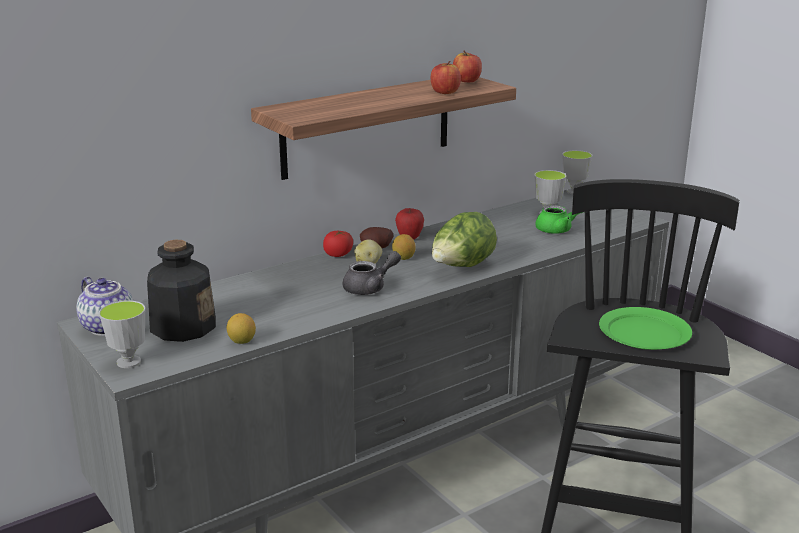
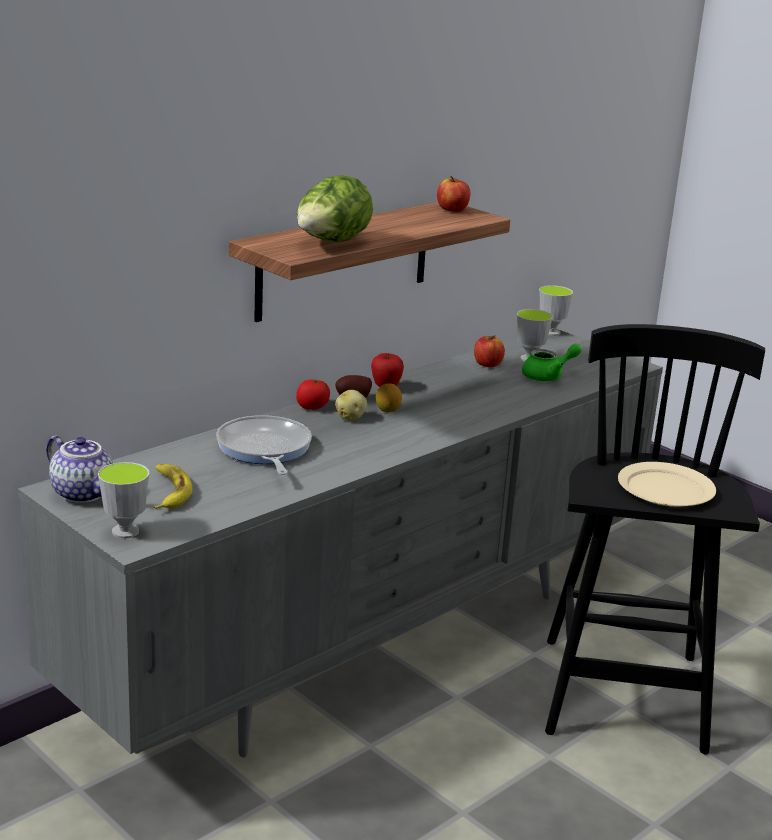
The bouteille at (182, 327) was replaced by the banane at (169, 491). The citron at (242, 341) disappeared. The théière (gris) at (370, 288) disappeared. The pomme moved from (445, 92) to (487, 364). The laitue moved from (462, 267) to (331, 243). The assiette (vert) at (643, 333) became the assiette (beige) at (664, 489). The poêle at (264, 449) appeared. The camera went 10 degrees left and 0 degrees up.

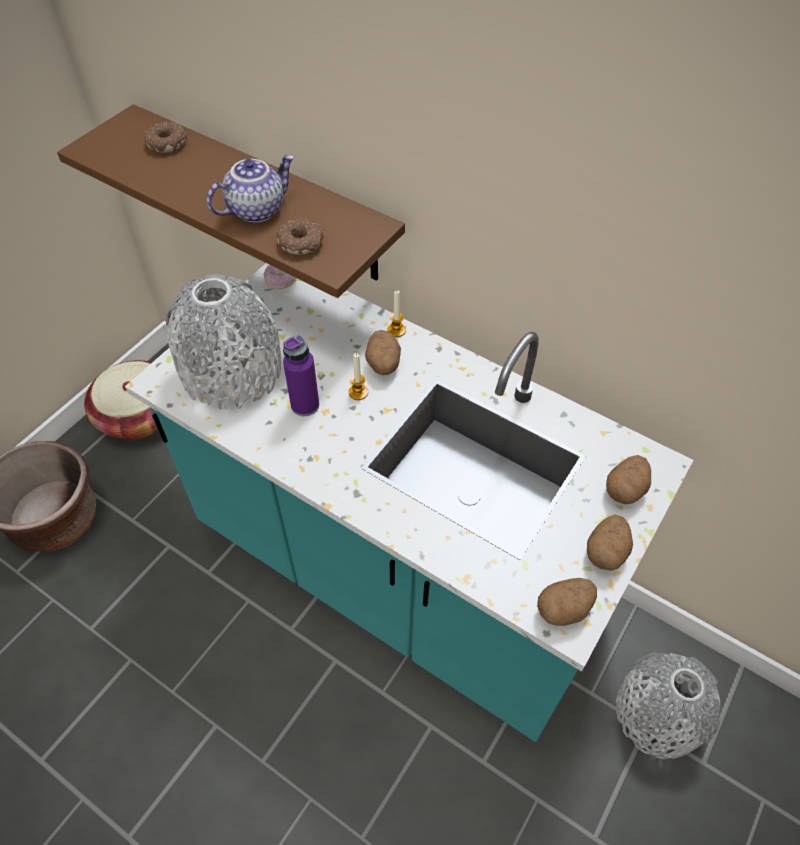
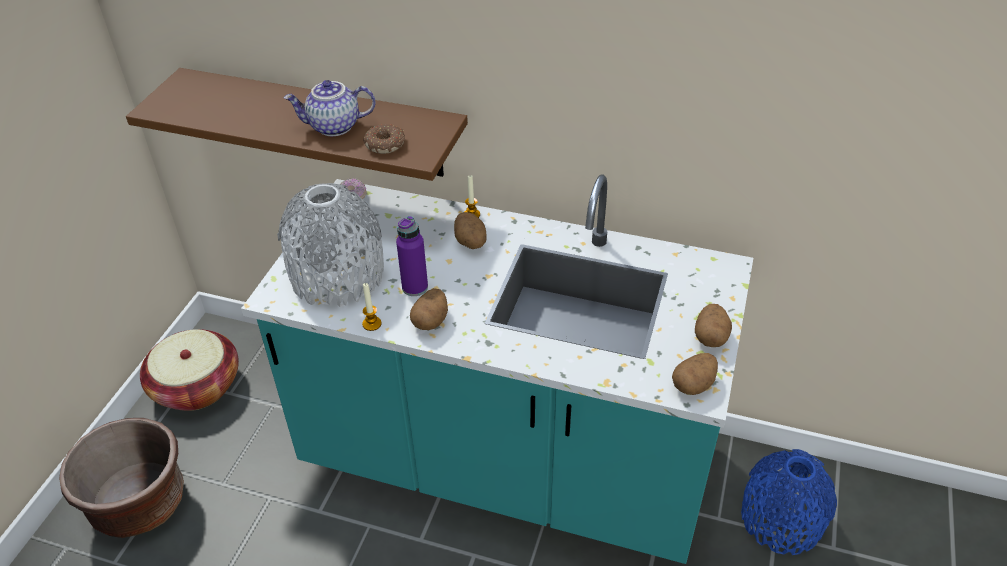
The beignet at (167, 143) disappeared. The théière at (256, 209) turned 135 degrees counterclockwise. The bougie moved from (358, 392) to (372, 324). The pomme de terre moved from (625, 489) to (430, 320). The vase (gris) at (658, 714) became the vase (bleu) at (781, 519). The camera went 15 degrees left and 10 degrees down.

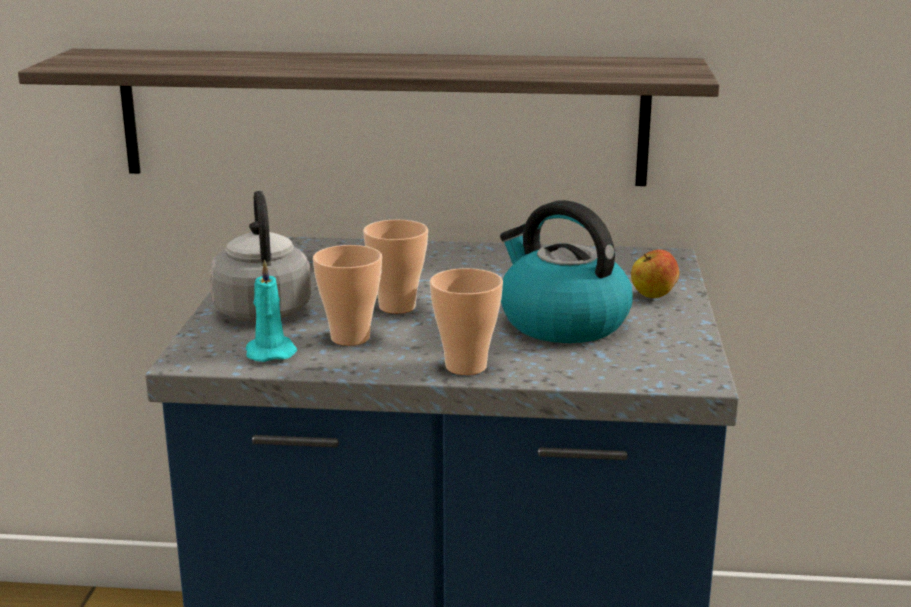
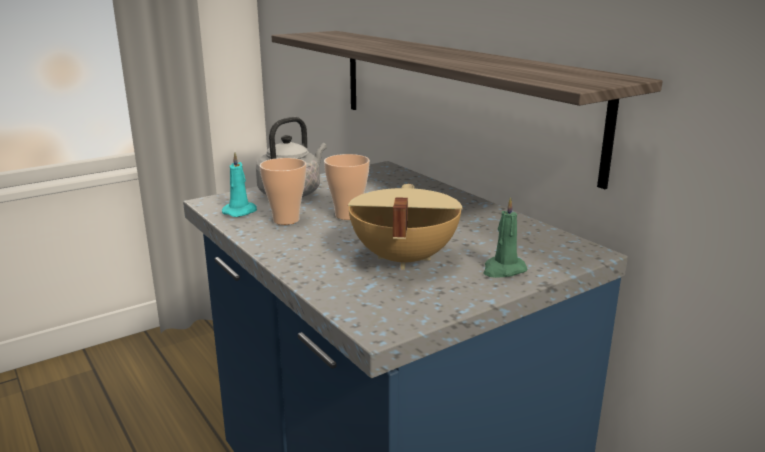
The tasse at (466, 366) disappeared. The bouilloire at (561, 322) was replaced by the marmite (beige) at (401, 259). The pomme at (653, 295) was replaced by the bougie (vert) at (503, 270). The camera went 50 degrees right and 0 degrees up.

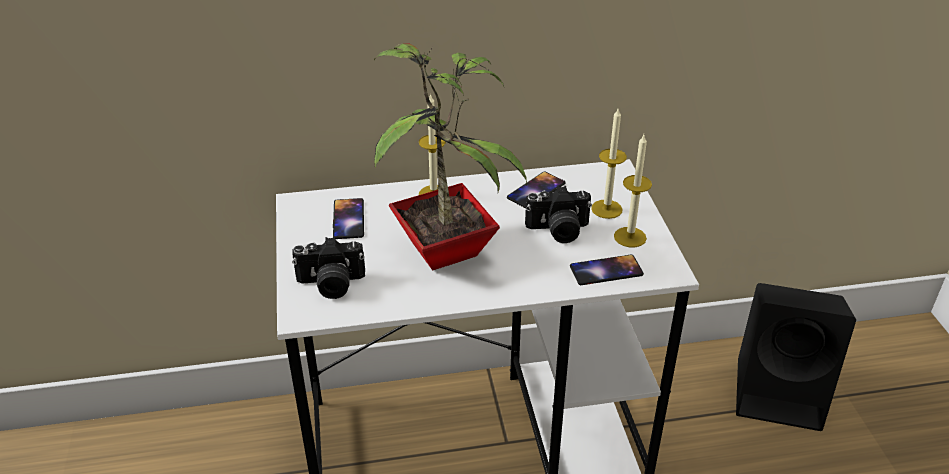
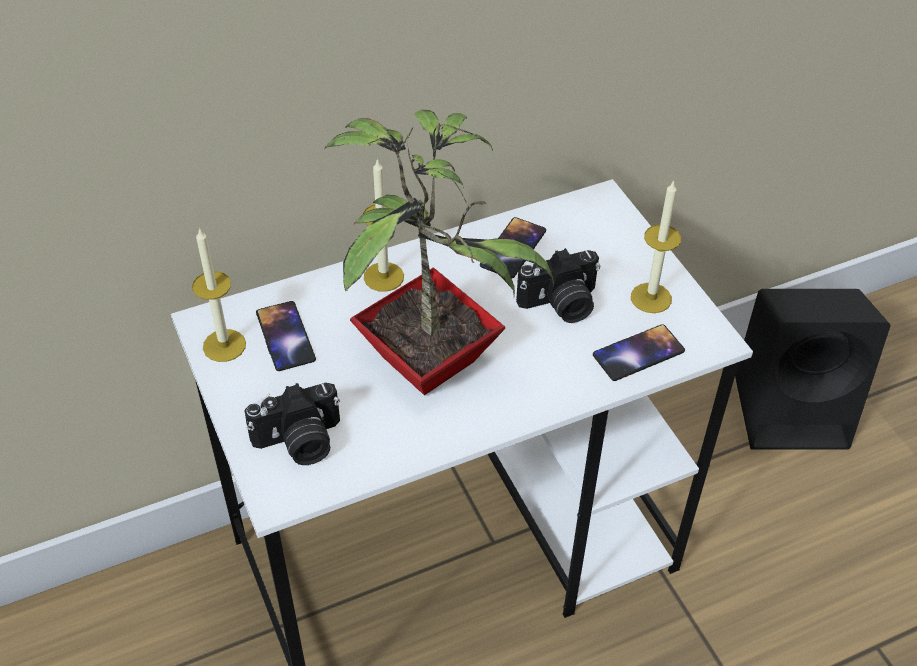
The bougie moved from (606, 209) to (224, 345). The camera went 15 degrees left and 10 degrees up.

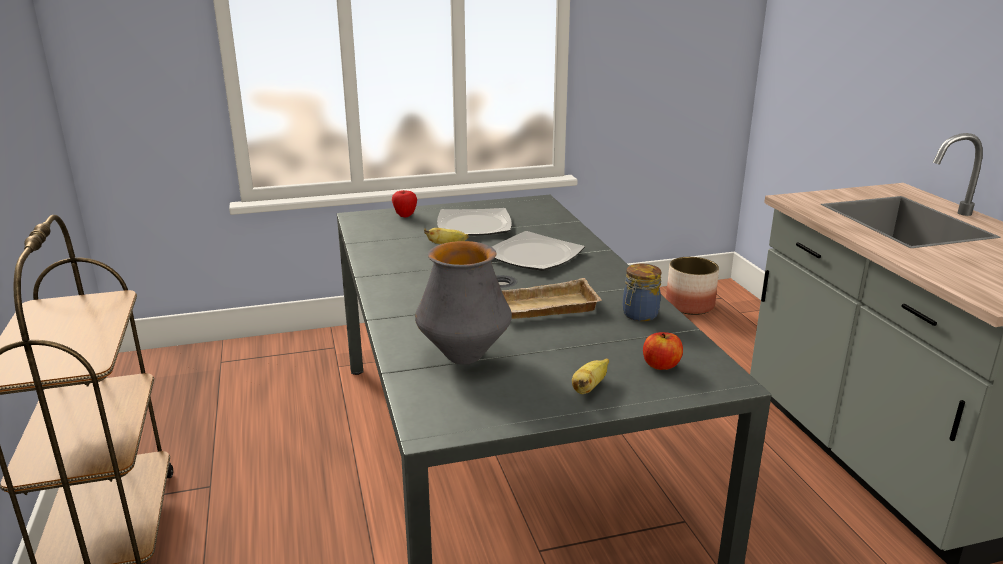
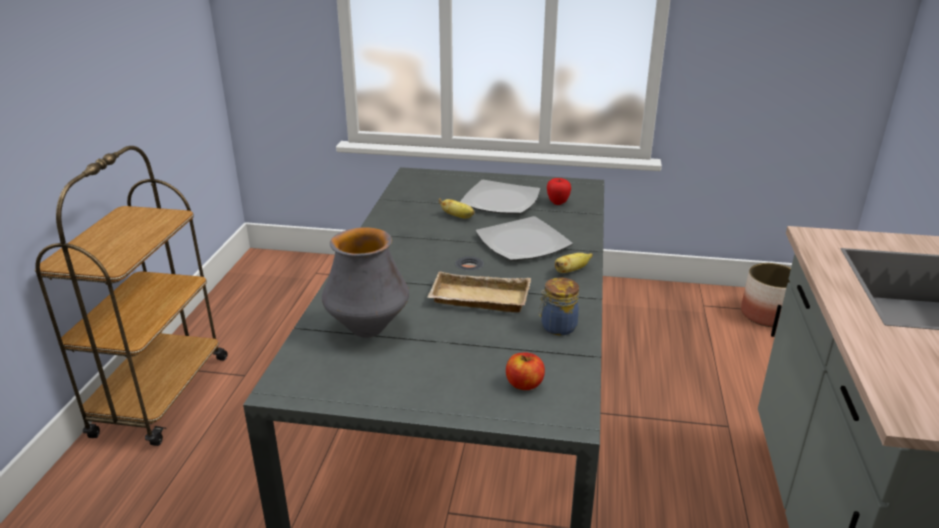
The pomme moved from (405, 215) to (557, 203). The banane moved from (589, 388) to (571, 271). The camera went 25 degrees right and 5 degrees up.

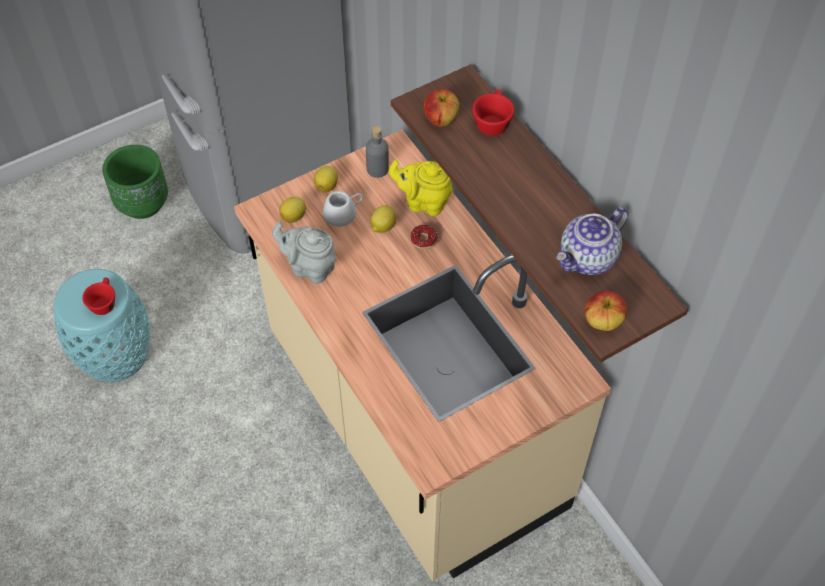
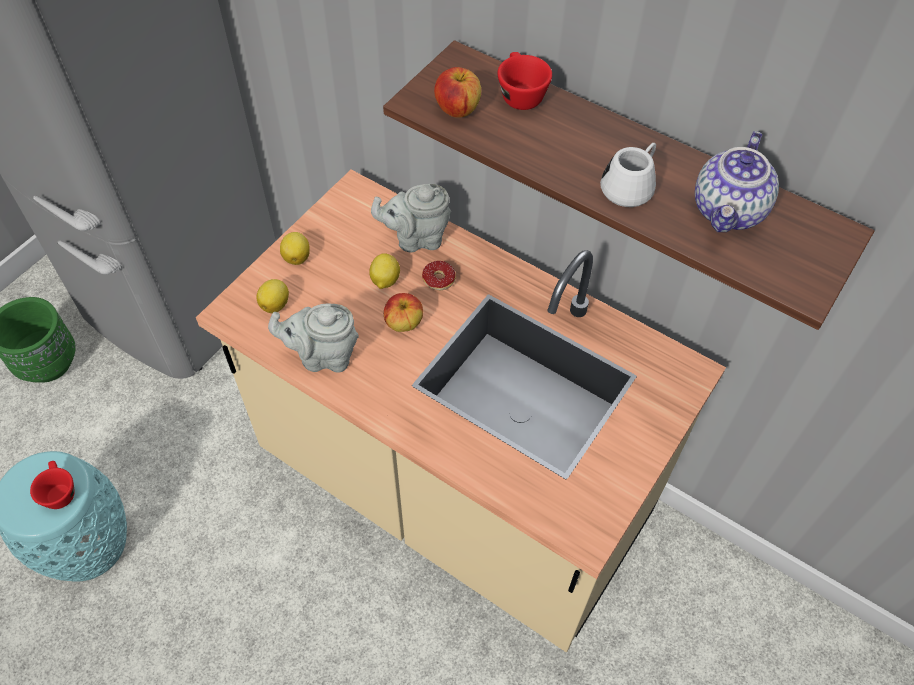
The mug (blanc) moved from (343, 213) to (631, 185). The bouteille (gris) at (377, 169) disappeared. The théière (jaune) at (423, 202) became the théière (gris) at (416, 238). The pomme moved from (603, 321) to (404, 323). The camera went 25 degrees left and 0 degrees up.

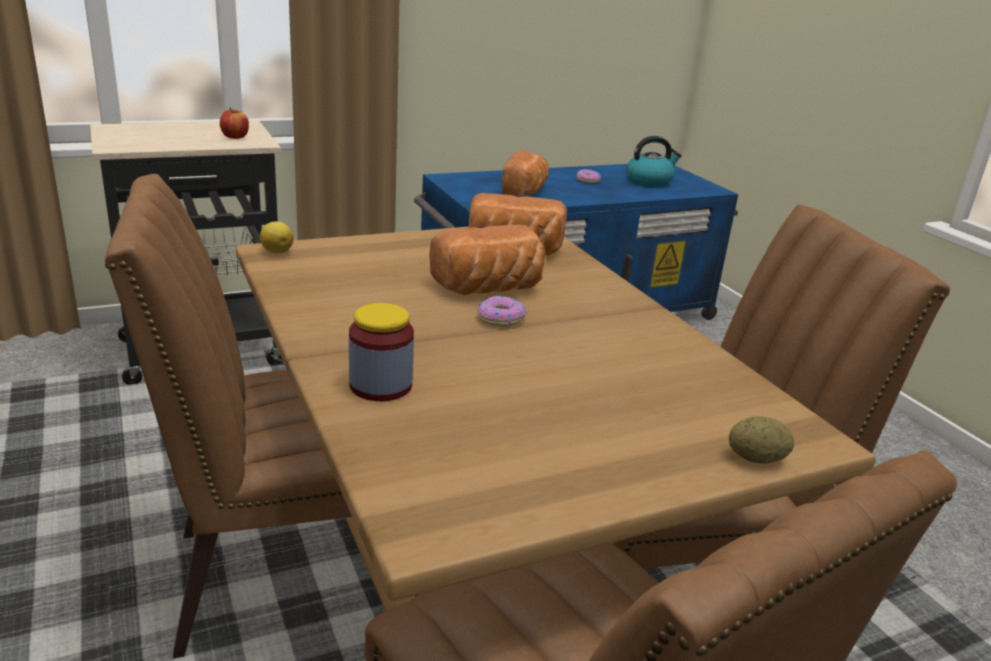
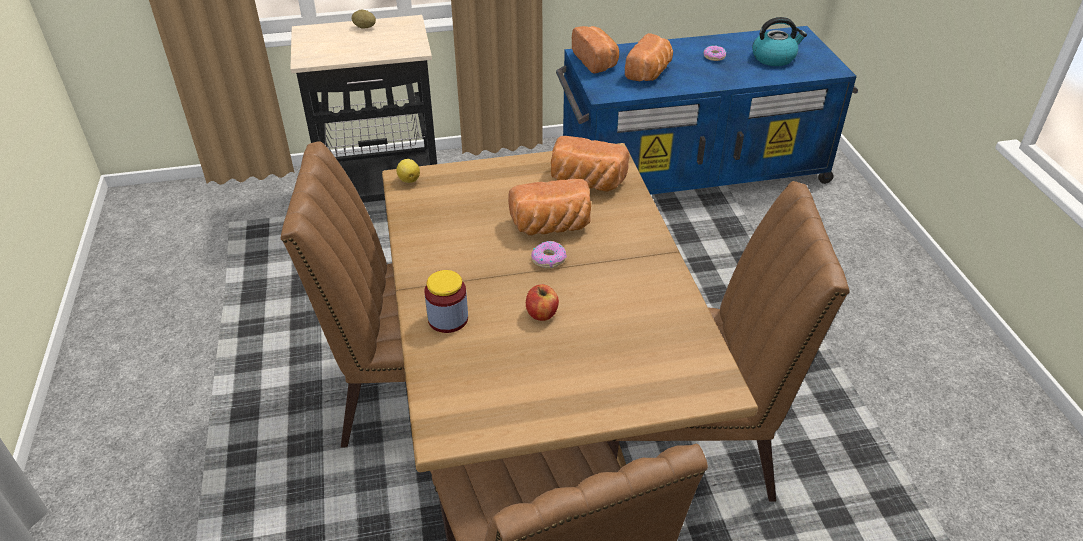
The pomme moved from (235, 137) to (542, 313). The pomme de terre moved from (756, 459) to (364, 27). The pain at (596, 61) appeared. The camera went 15 degrees right and 15 degrees up.

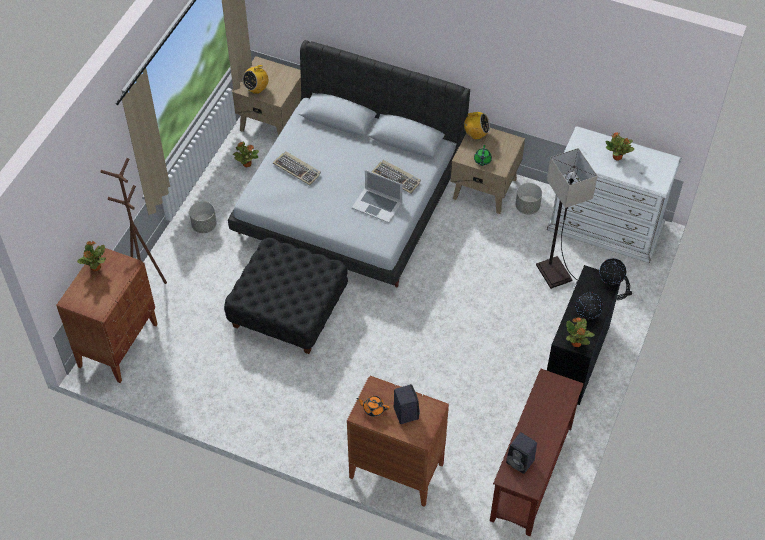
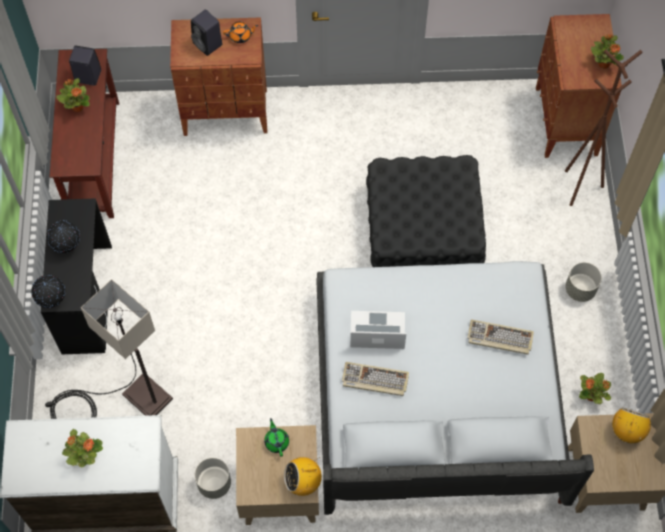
The plante en pot moved from (576, 343) to (77, 107). The camera went 155 degrees right and 10 degrees up.

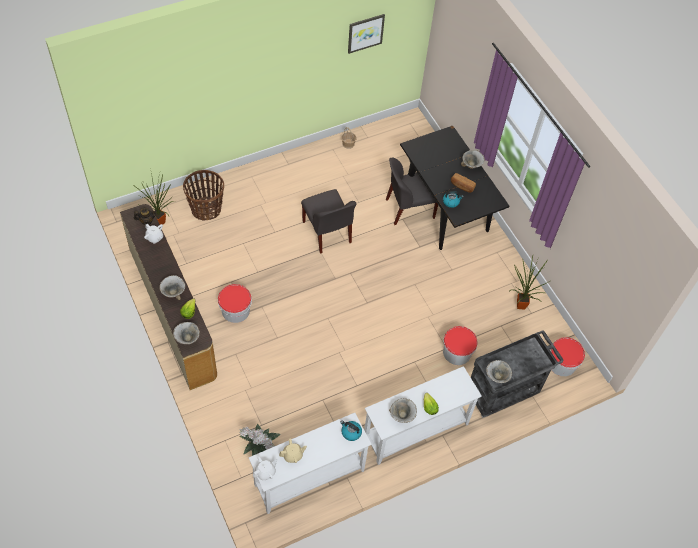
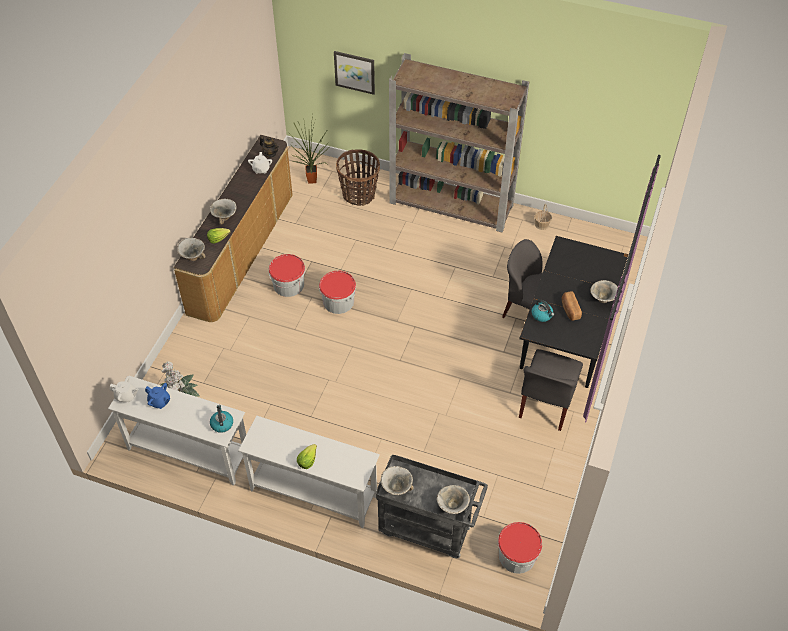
The théière (beige) at (293, 455) became the théière (bleu) at (159, 402). The chaise (gris) moved from (327, 233) to (546, 404). The tableau moved from (365, 33) to (355, 72). The bol moved from (402, 416) to (452, 506). The seau moved from (457, 352) to (338, 301). The plante en pot at (518, 305) disappeared. The bibliothèque (marron) at (451, 204) appeared. The camera went 50 degrees right and 5 degrees down.

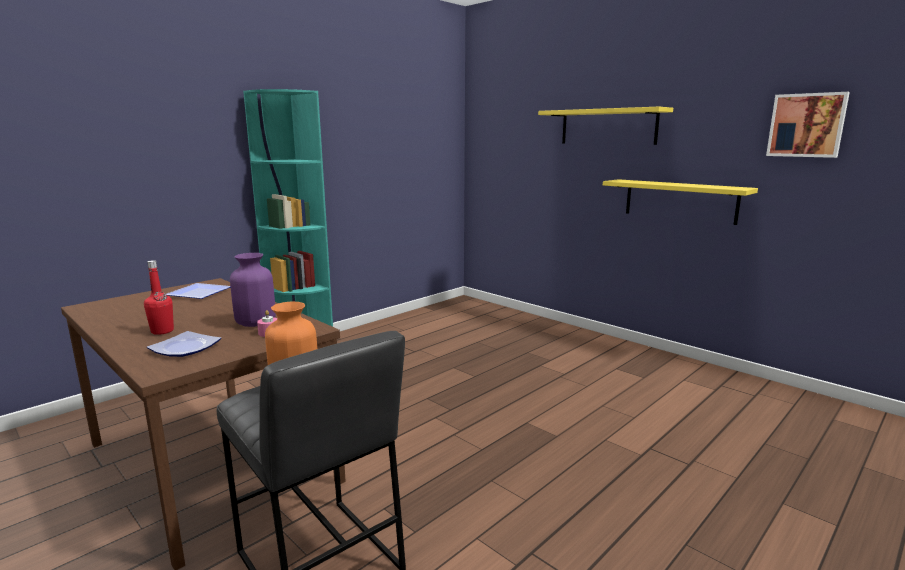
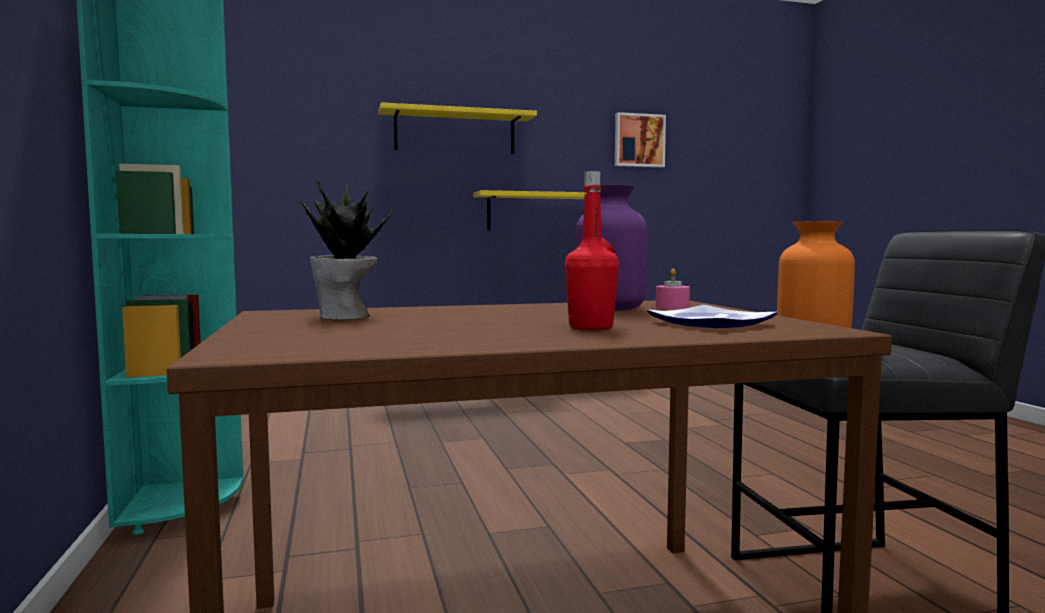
The assiette at (197, 294) was replaced by the plante en pot at (345, 317). The camera went 60 degrees left and 10 degrees down.

